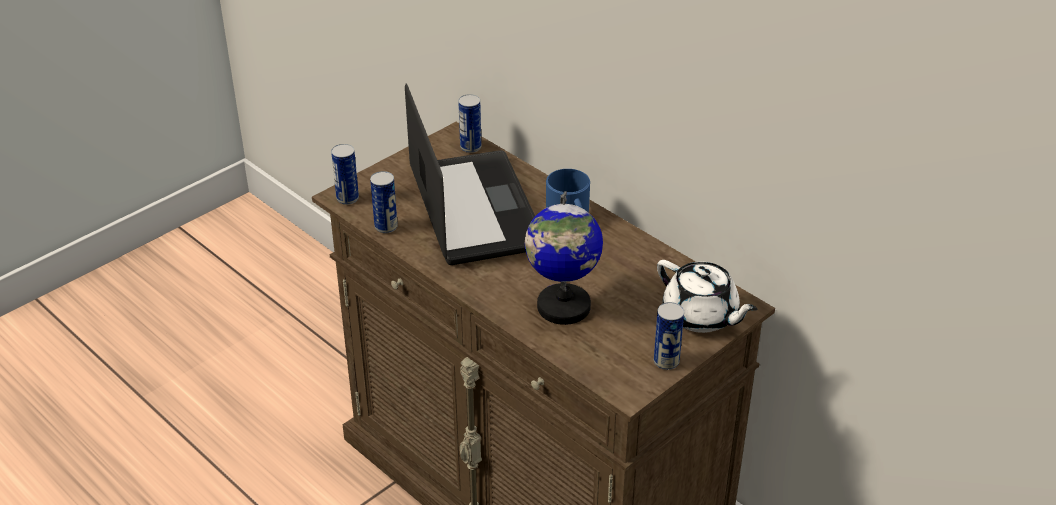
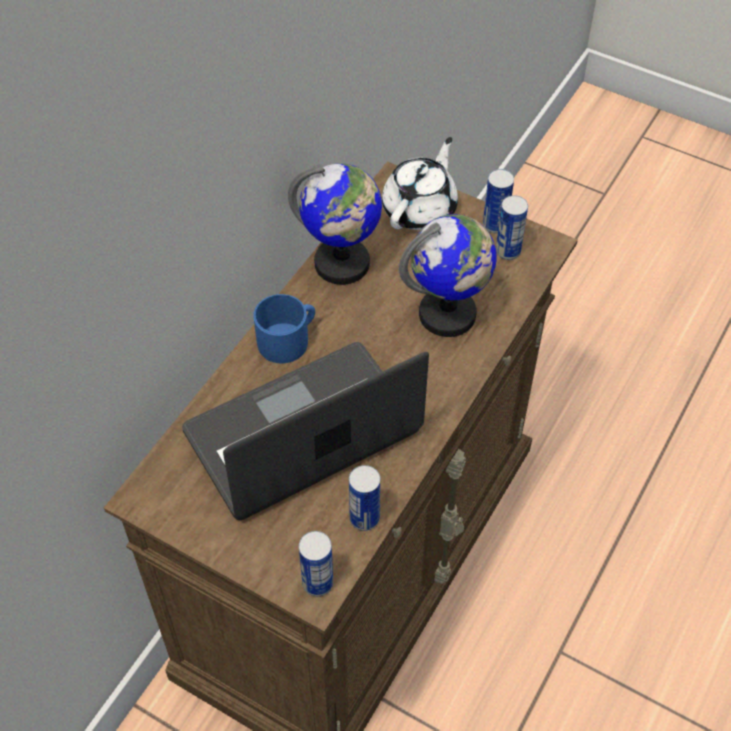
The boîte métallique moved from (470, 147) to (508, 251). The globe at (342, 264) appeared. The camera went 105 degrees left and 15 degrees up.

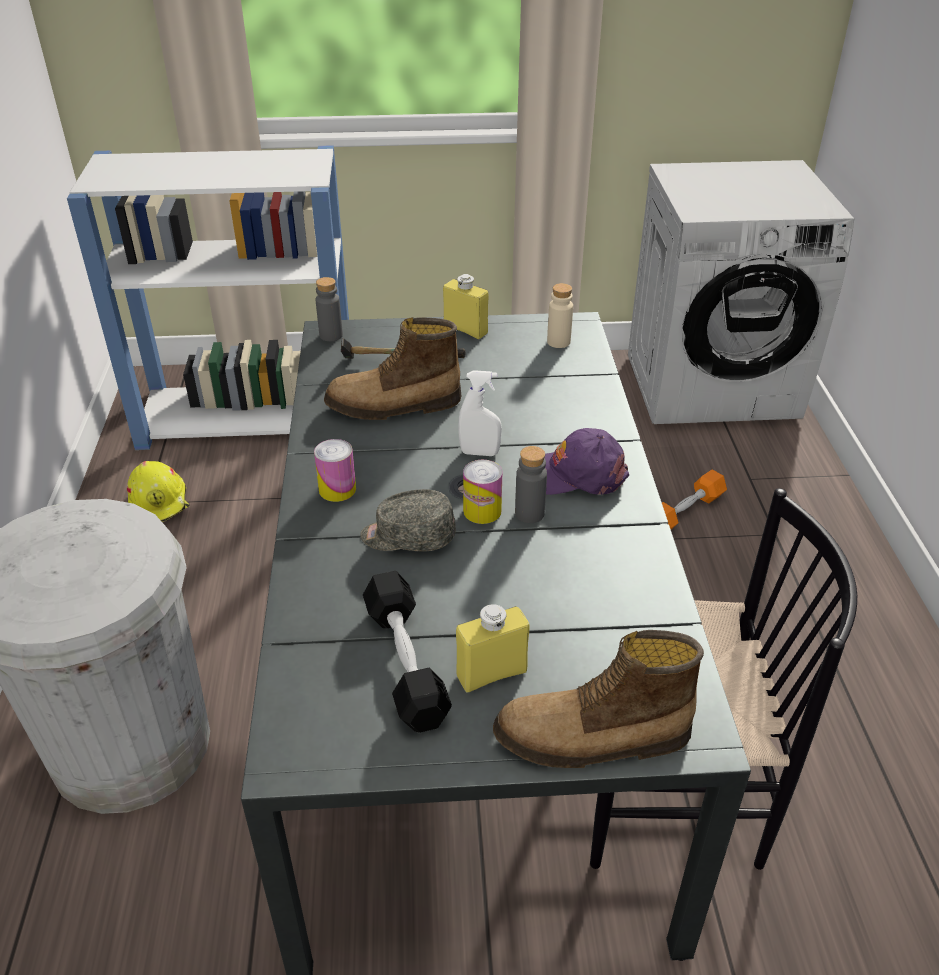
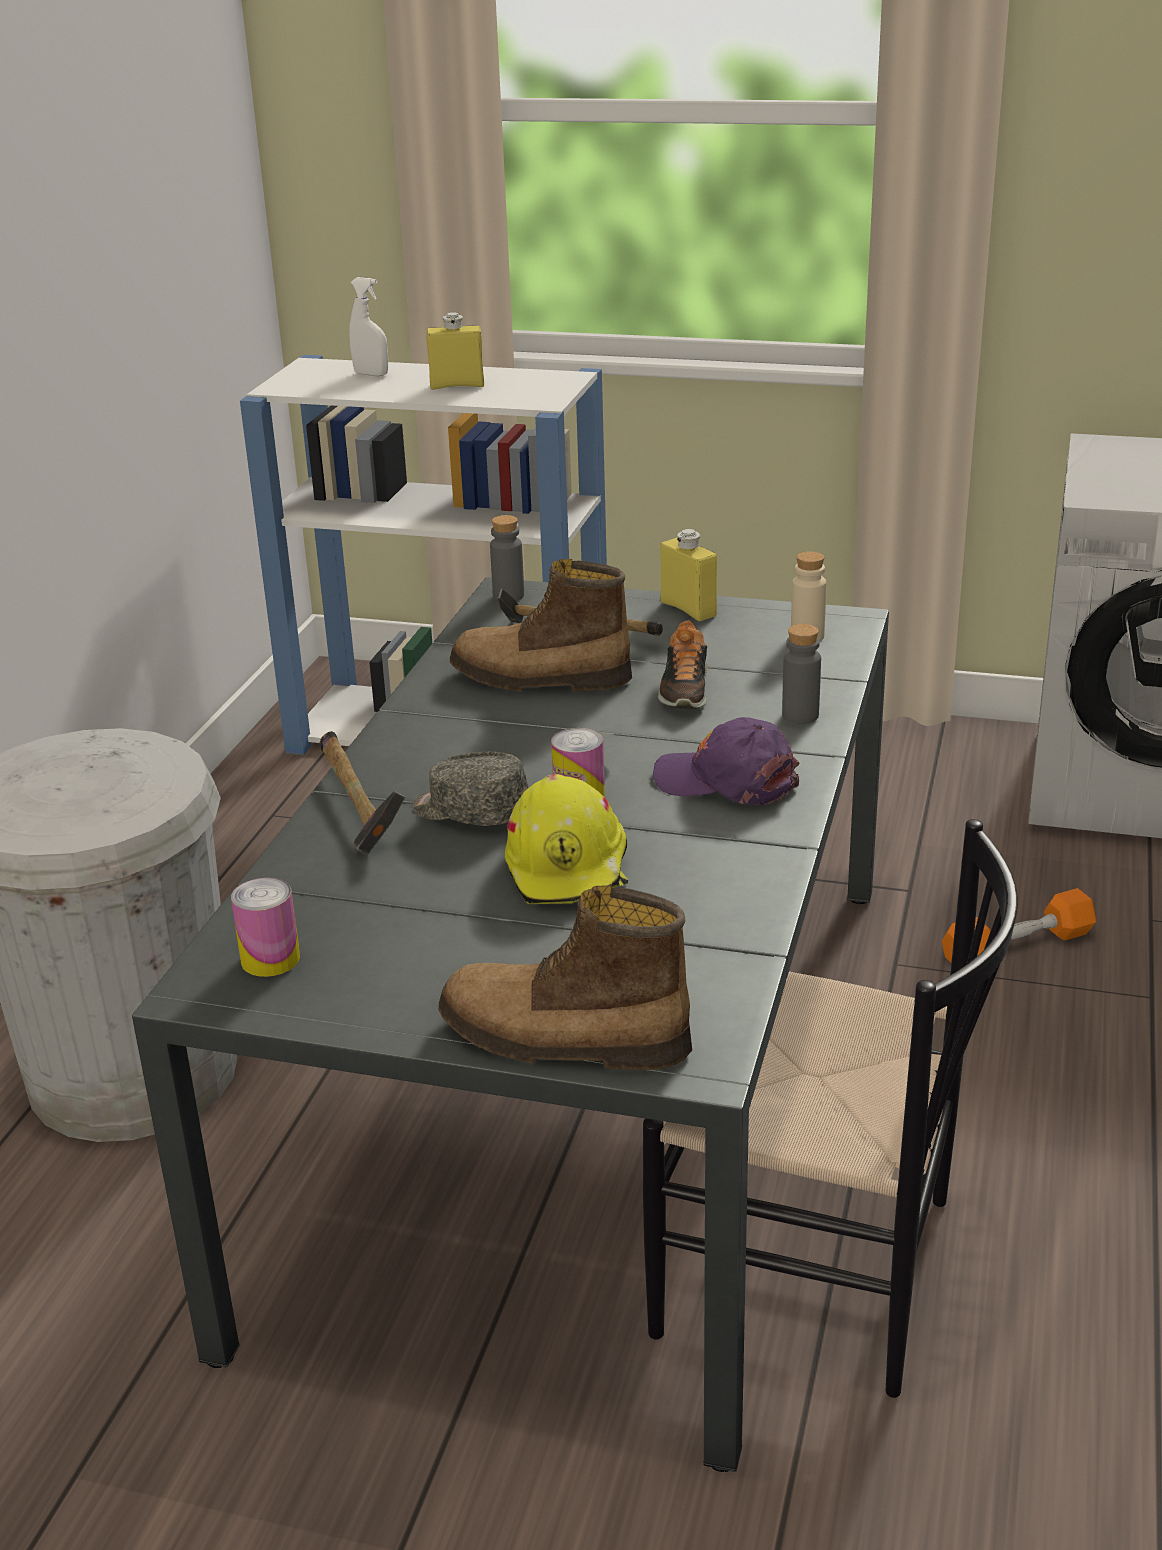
The casque de chantier (jaune) moved from (160, 502) to (569, 867). The boîte métallique moved from (337, 489) to (270, 959). The haltère (noir) at (405, 663) disappeared. The bouteille (jaune) moved from (491, 674) to (457, 386). The vaporisateur (blanc) moved from (479, 453) to (371, 374). The bouteille (gris) moved from (529, 513) to (800, 715). The marteau at (355, 807) appeared. The chaussure at (684, 690) appeared. The camera went 20 degrees right and 10 degrees down.

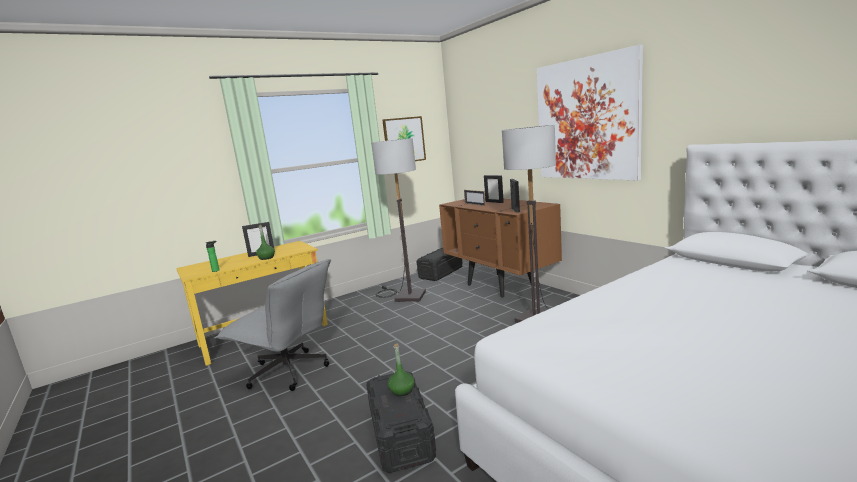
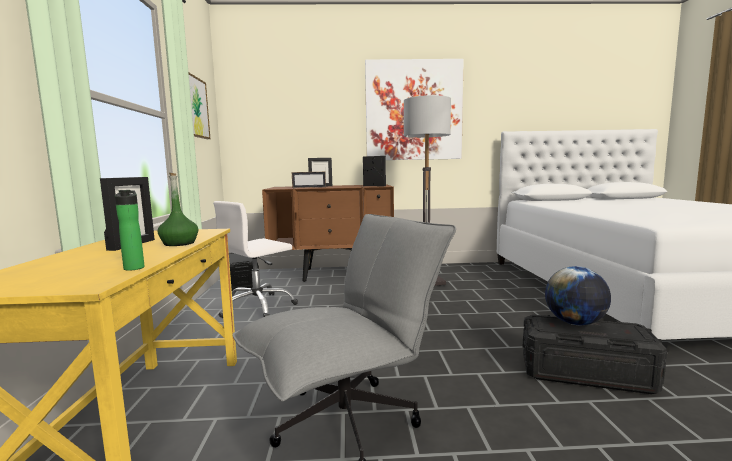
The lampadaire at (403, 296) was replaced by the chaise de bureau (blanc) at (257, 307). The bouteille (vert) at (402, 391) was replaced by the globe at (575, 323). The camera went 60 degrees left and 5 degrees down.

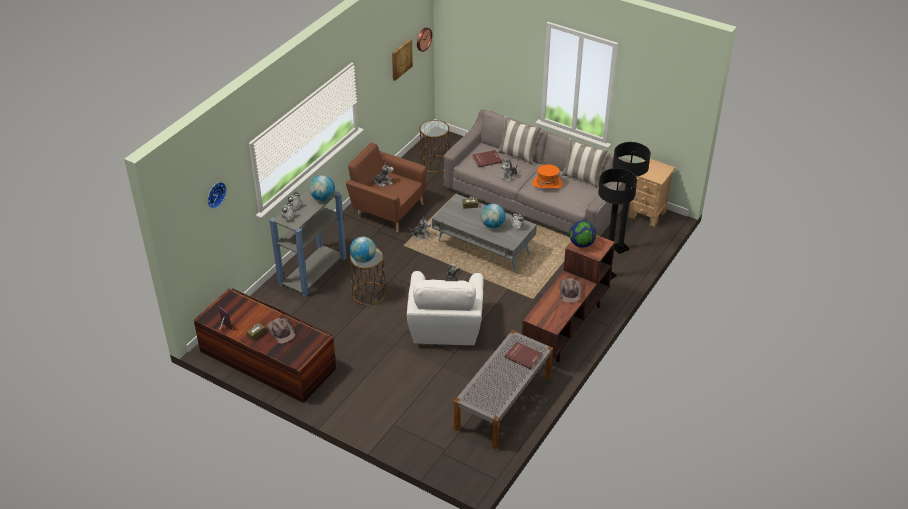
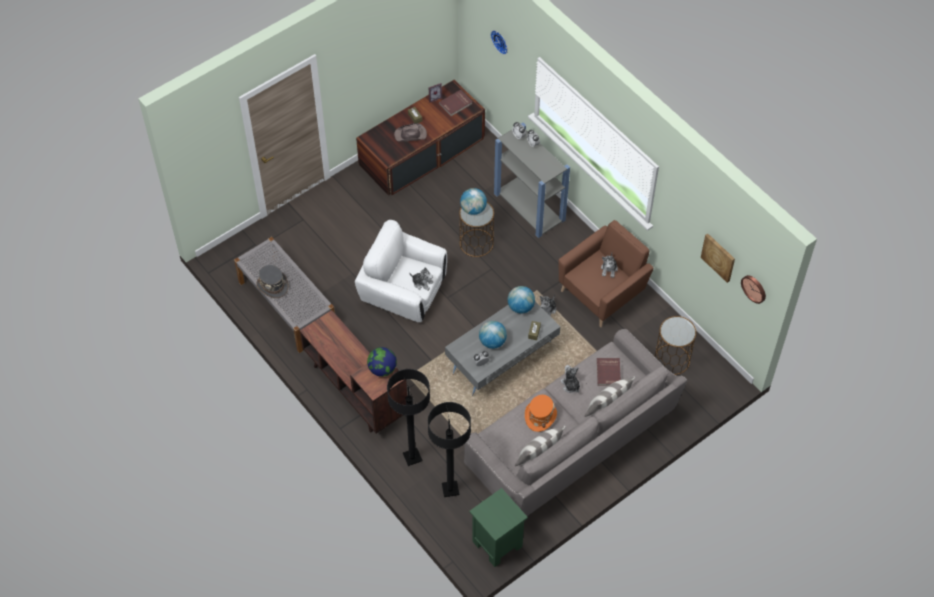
The globe moved from (323, 198) to (520, 307). The livre (rouge) moved from (523, 356) to (455, 104). The chapeau (marron) at (570, 291) disappeared. The table de chevet (beige) at (647, 214) became the table de chevet (vert) at (496, 543). The chapeau (gris) at (272, 285) appeared. The camera went 110 degrees right and 15 degrees up.

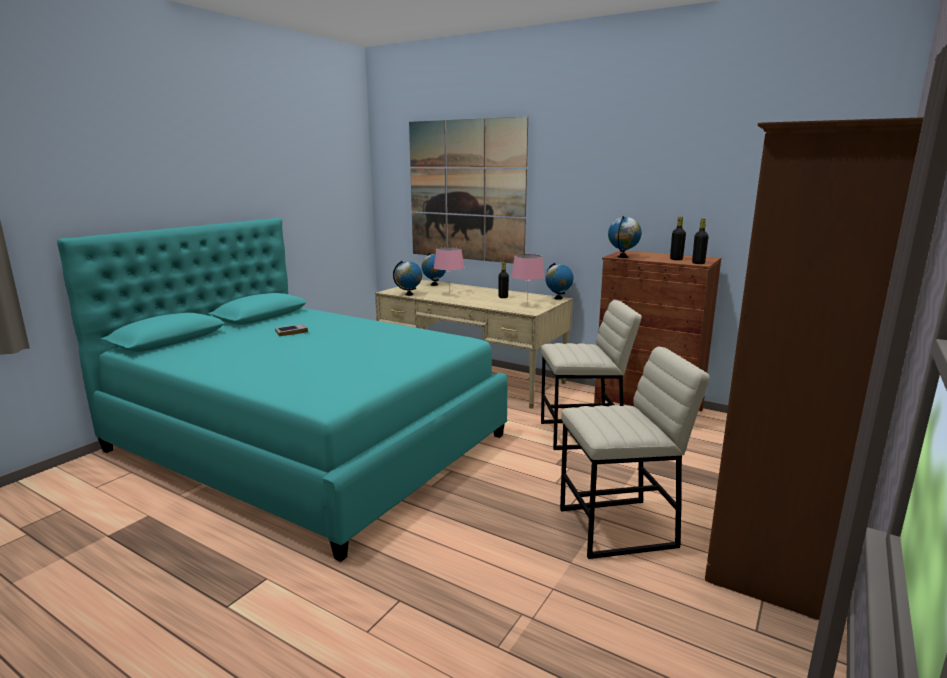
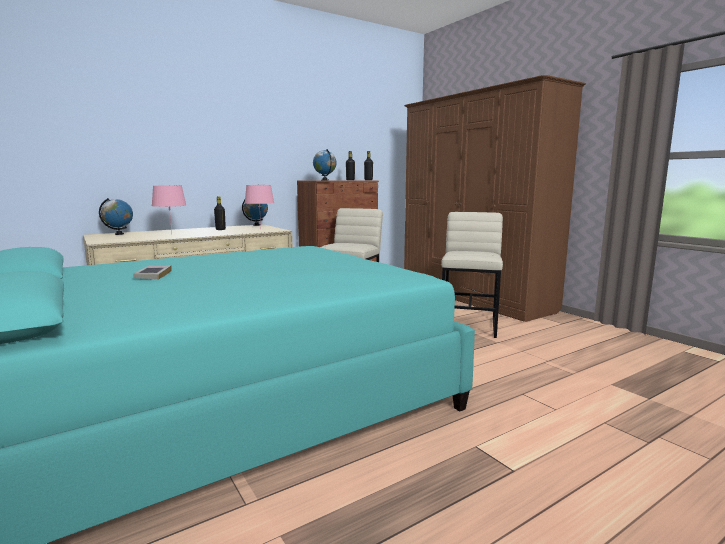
The globe at (409, 294) disappeared. The tableau at (466, 191) disappeared. The camera went 65 degrees left and 5 degrees down.

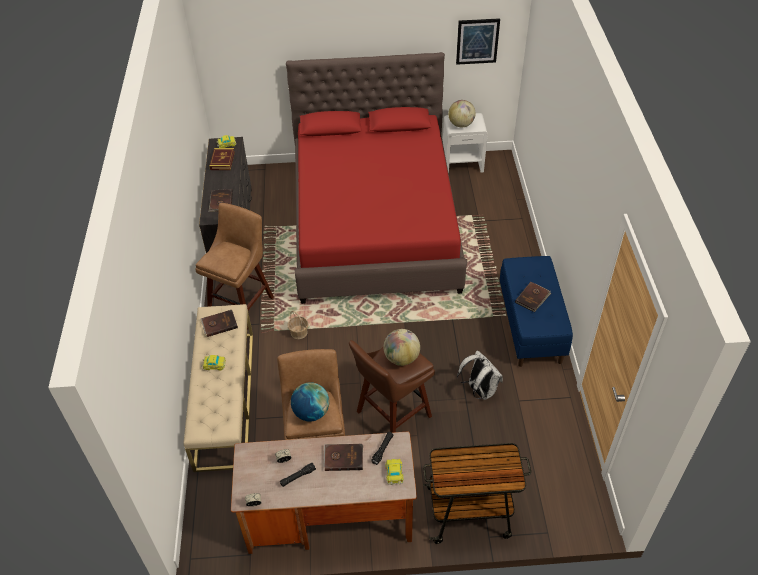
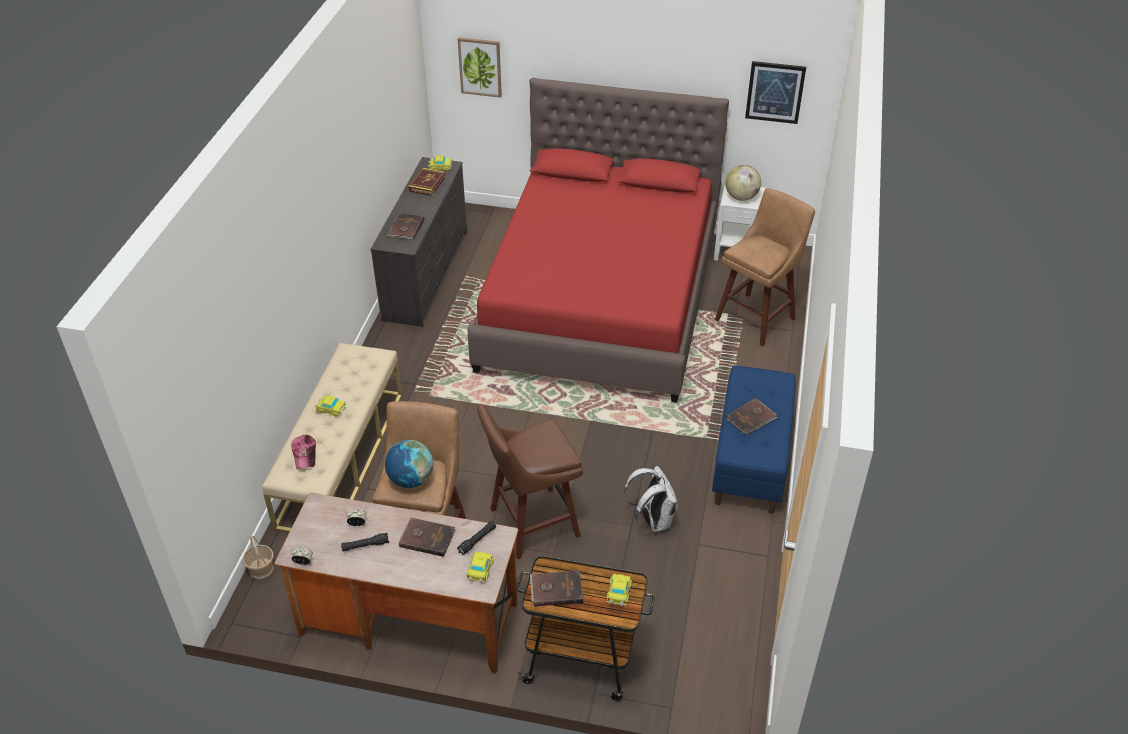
The tabouret (marron) moved from (242, 303) to (756, 318). The livre (marron) moved from (219, 324) to (556, 589). The panier moved from (299, 332) to (261, 569). The globe at (401, 358) disappeared. The casquette at (305, 454) appeared. The tableau at (480, 66) appeared. The petite voiture at (618, 592) appeared. The camera went 15 degrees right and 5 degrees down.

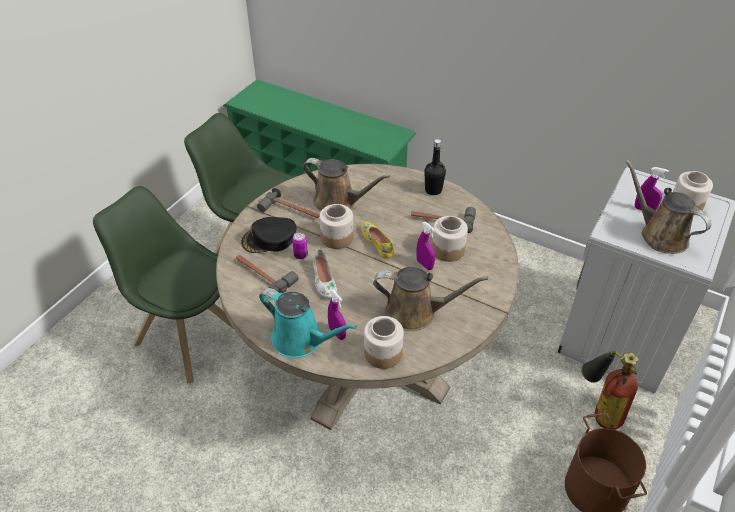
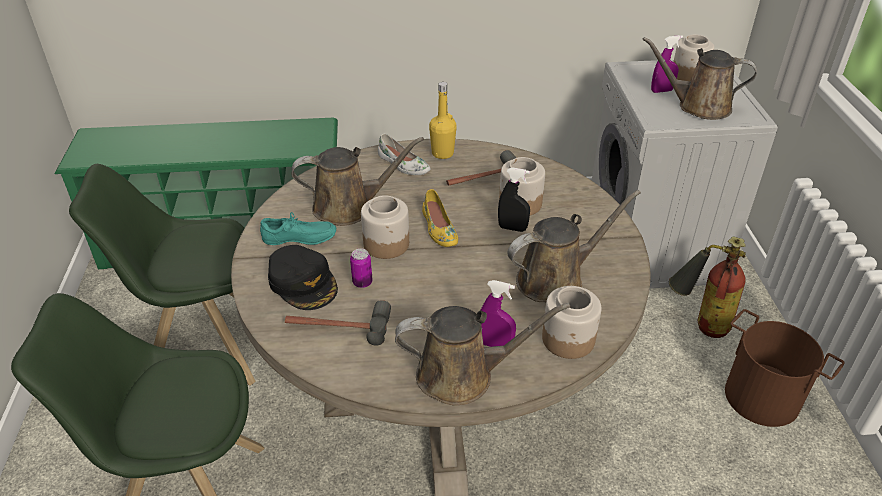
The casquette (noir) at (269, 239) turned 75 degrees counterclockwise. The marteau at (291, 211) was replaced by the chaussure (turquoise) at (299, 240). The arrosoir (turquoise) at (301, 340) became the arrosoir (marron) at (463, 375). The chaussure (blanc) moved from (323, 280) to (403, 165). The chaussure (jaune) at (378, 242) turned 135 degrees counterclockwise. The vaporisateur (violet) at (424, 264) became the vaporisateur (noir) at (512, 228). The bouteille (noir) at (433, 190) became the bouteille (jaune) at (442, 153). The camera went 35 degrees left and 5 degrees down.

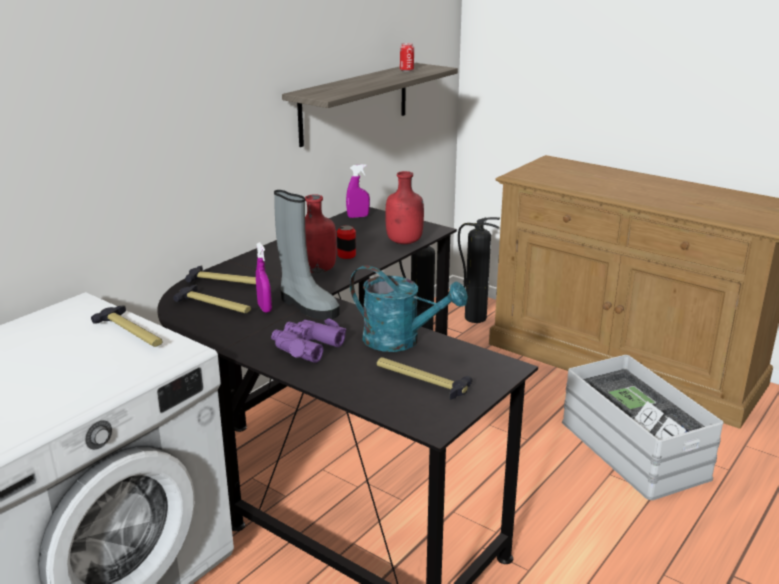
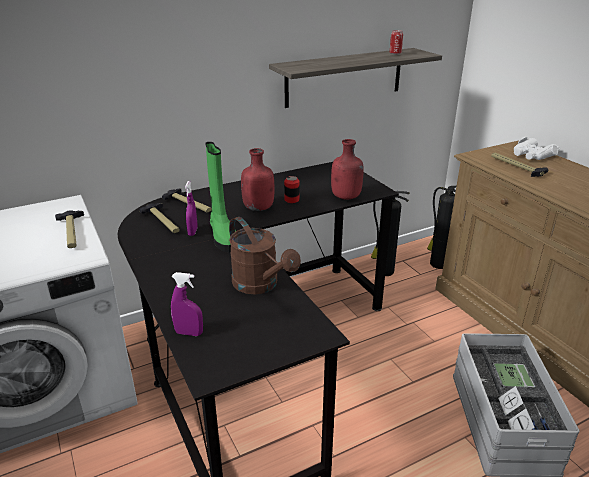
The jumelles (violet) at (305, 346) disappeared. The botte (gris) at (307, 306) became the botte (vert) at (223, 237). The vaporisateur (violet) moved from (358, 216) to (189, 333). The arrosoir (turquoise) at (401, 341) became the arrosoir (marron) at (260, 285). The marteau moved from (420, 381) to (515, 167). The jumelles (blanc) at (532, 155) appeared. The camera went 25 degrees right and 5 degrees up.

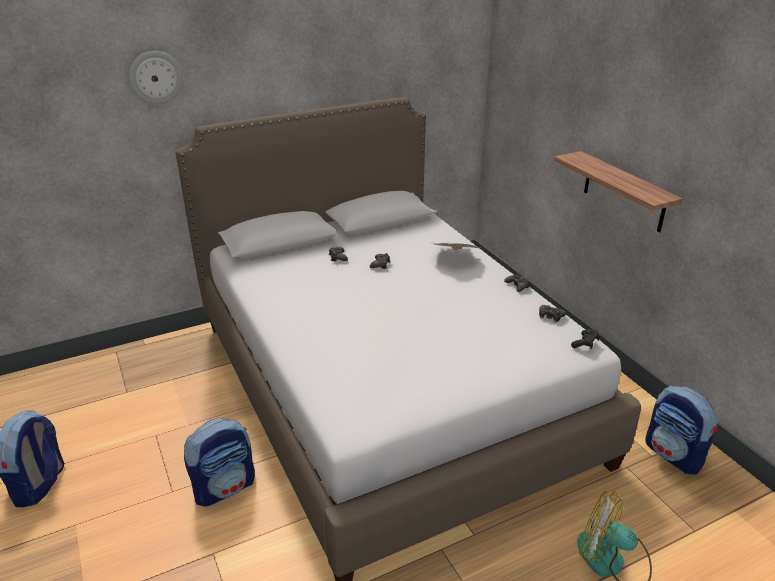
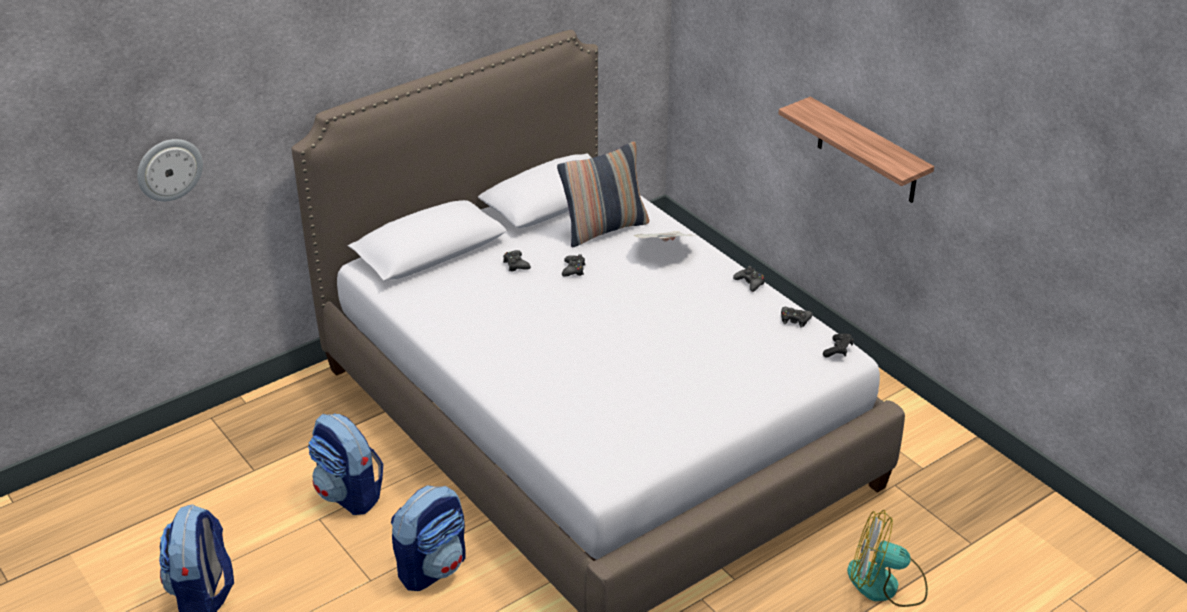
The horloge murale moved from (156, 77) to (169, 169). The sac à dos moved from (674, 455) to (349, 494). The coussin at (604, 229) appeared. The camera went 10 degrees left and 5 degrees up.

